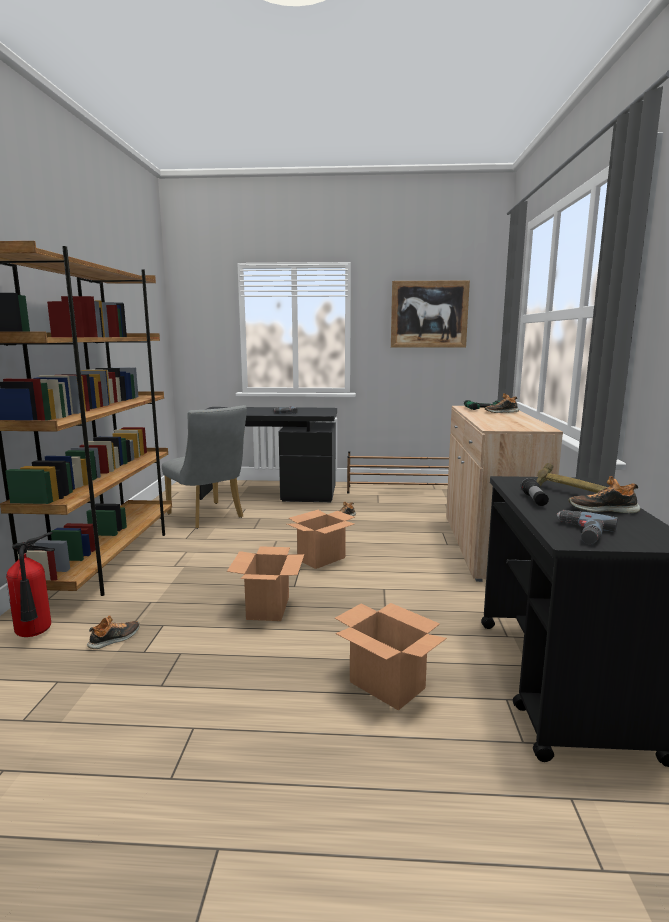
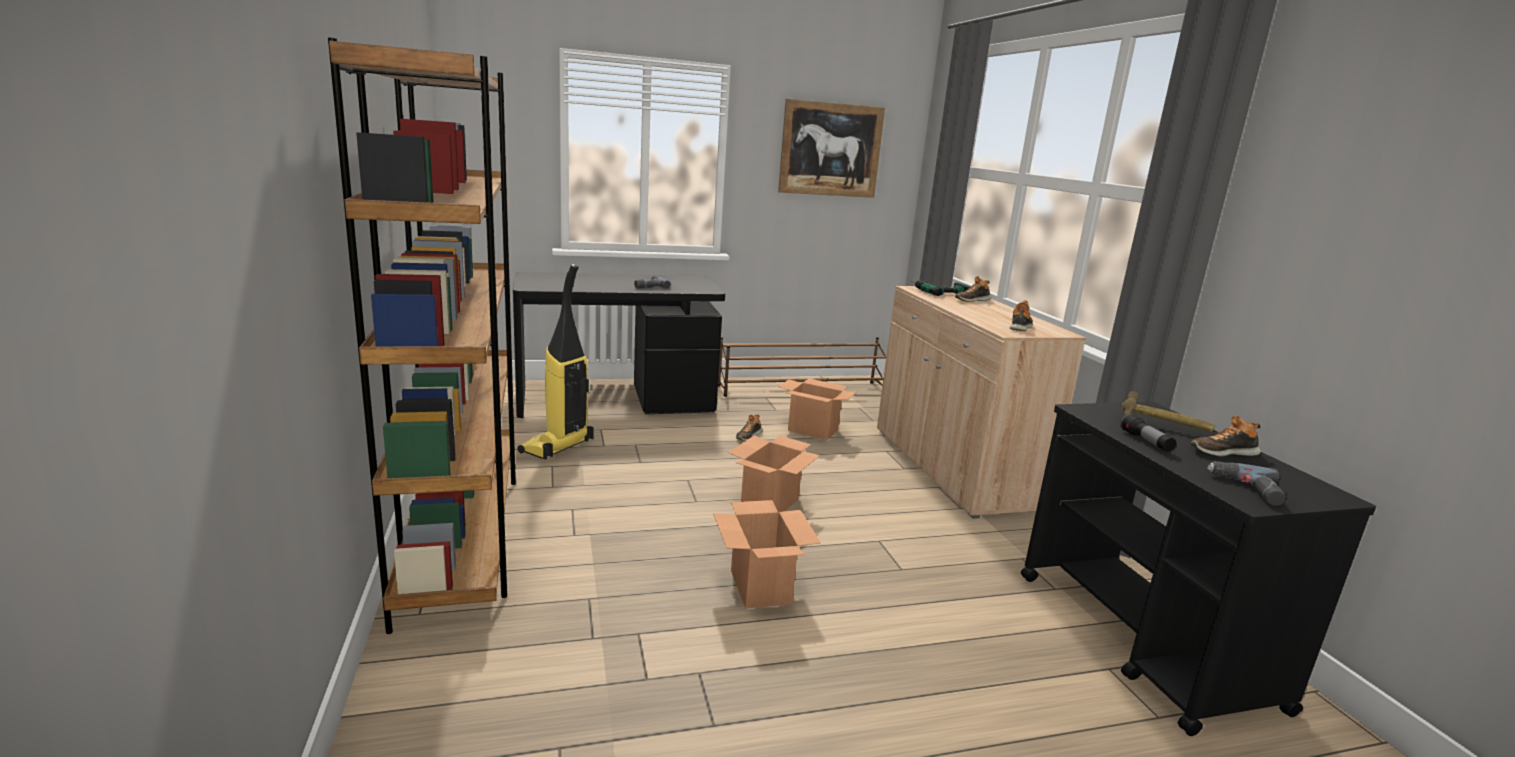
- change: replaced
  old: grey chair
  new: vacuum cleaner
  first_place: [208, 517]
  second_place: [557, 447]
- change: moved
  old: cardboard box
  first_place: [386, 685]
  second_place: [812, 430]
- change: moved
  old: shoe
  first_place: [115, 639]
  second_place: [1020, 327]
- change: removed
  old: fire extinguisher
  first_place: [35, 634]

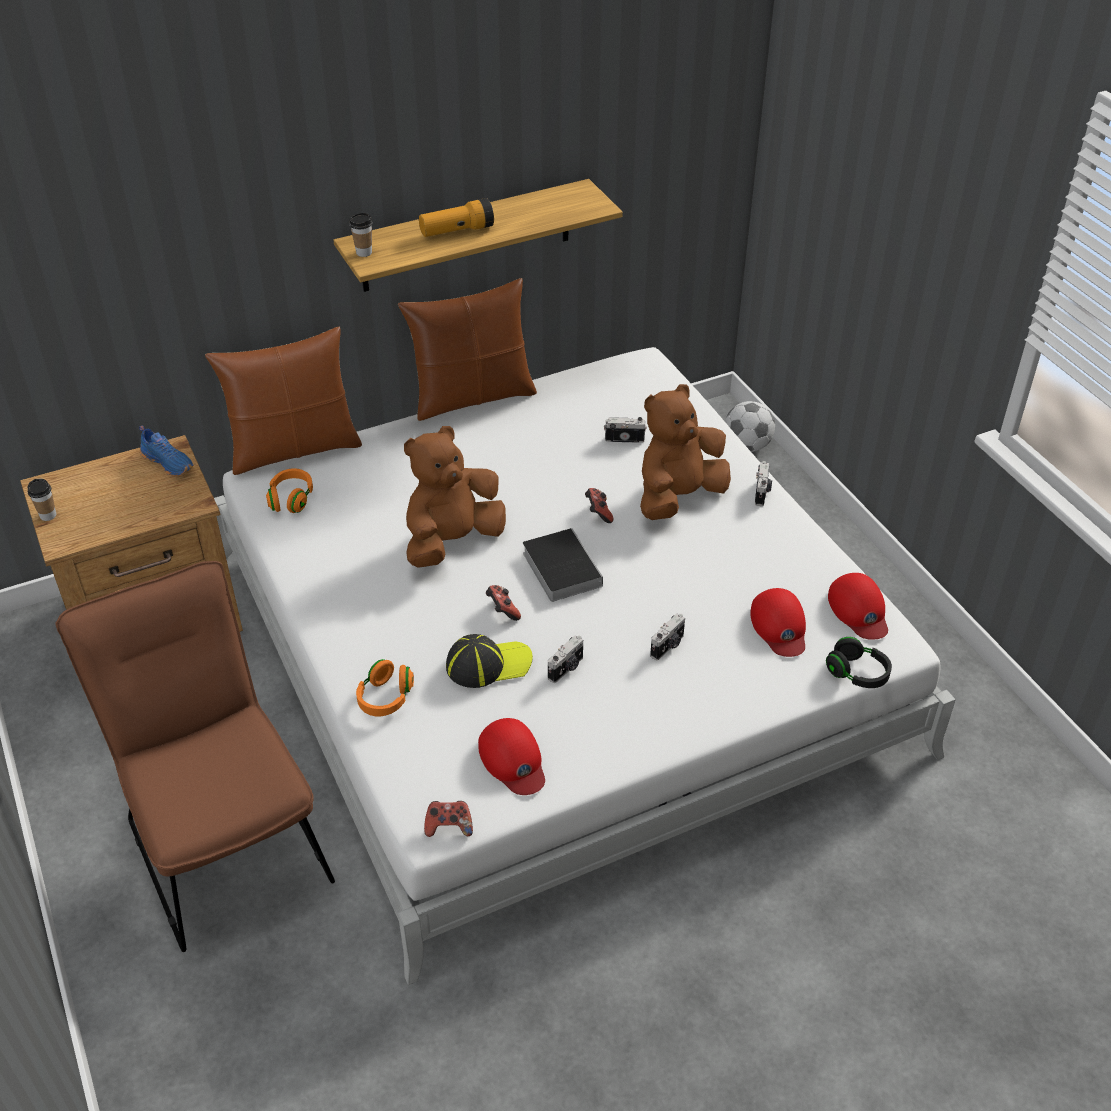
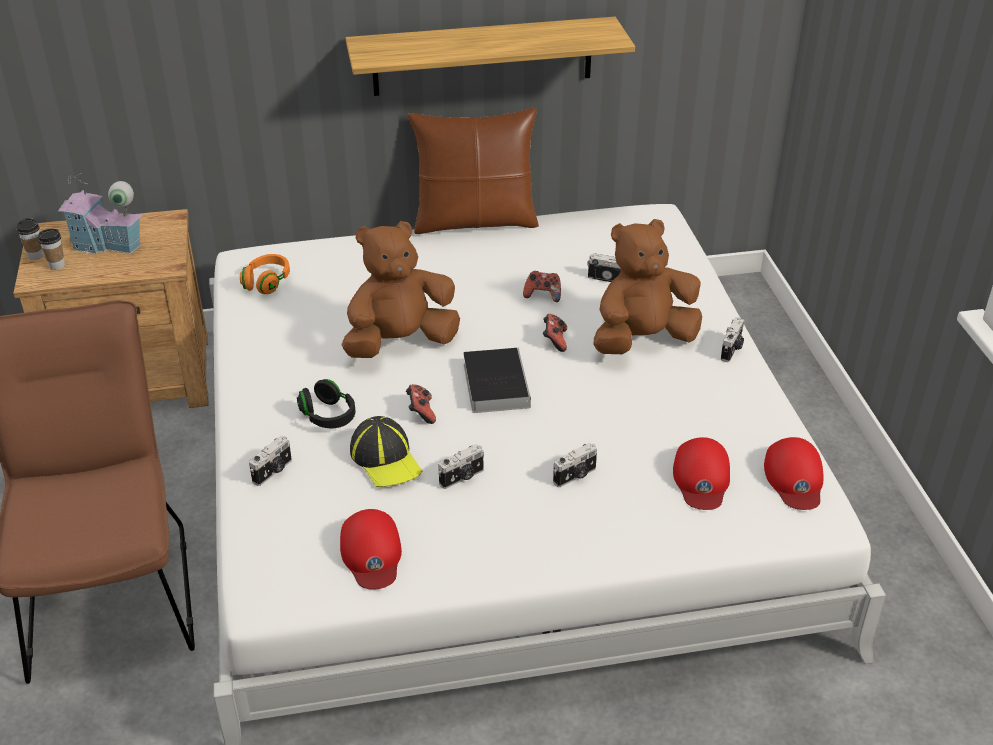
- change: moved
  old: cup
  first_place: [364, 252]
  second_place: [57, 265]
- change: added
  new: toy house
  second_place: [106, 245]
- change: replaced
  old: orange headphones
  new: photo camera
  first_place: [385, 698]
  second_place: [273, 471]
- change: moved
  old: black headphones
  first_place: [857, 673]
  second_place: [328, 416]
- change: turned
  old: cap
  first_place: [488, 664]
  second_place: [386, 459]
  degrees: 60
- change: moved
  old: game controller
  first_place: [449, 826]
  second_place: [543, 295]
- change: removed
  old: blue shoe
  first_place: [169, 462]
- change: removed
  old: brown pillow
  first_place: [294, 449]
- change: removed
  old: flashlight
  first_place: [457, 231]
- change: removed
  old: football
  first_place: [747, 446]

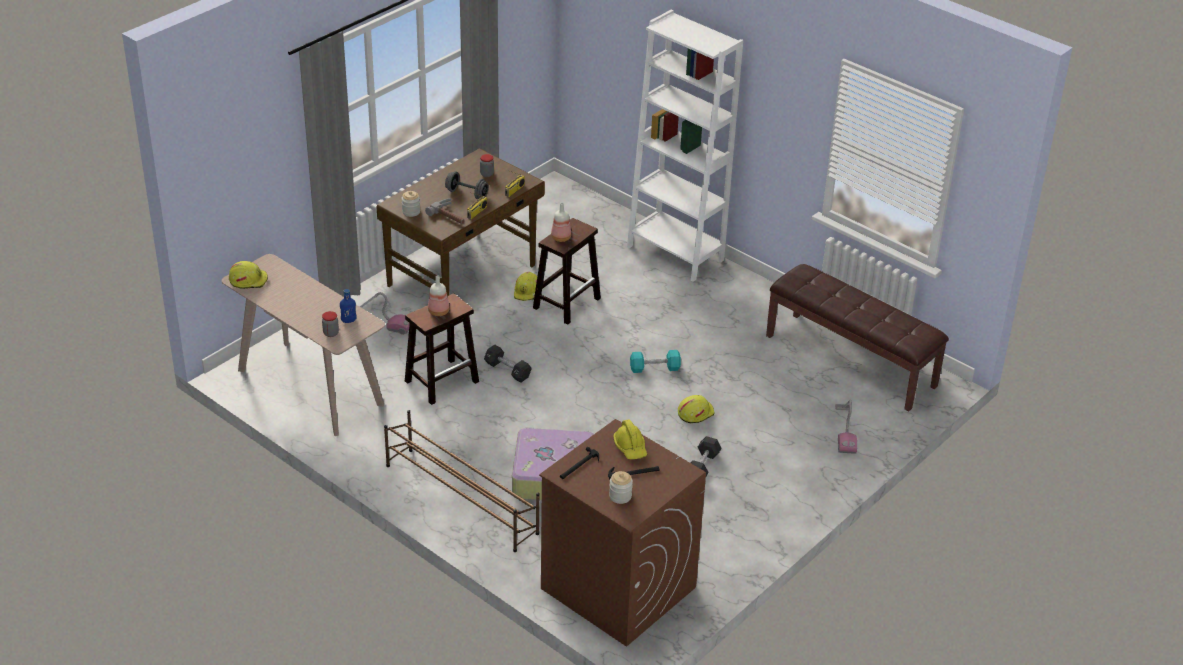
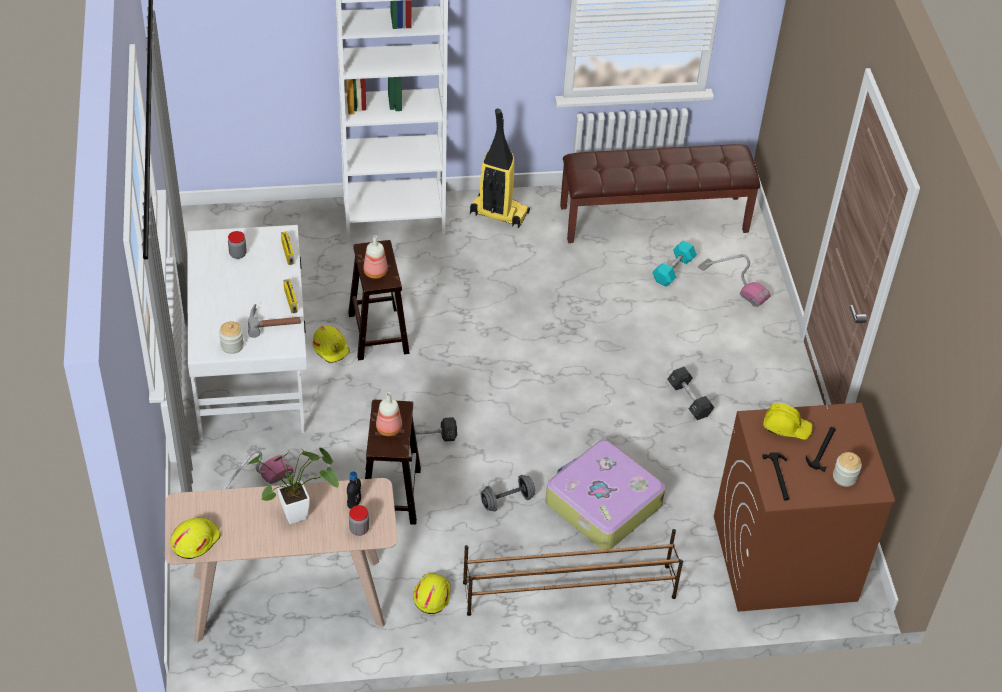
- change: recoloured
  old: brown desk
  new: white desk
  first_place: [463, 276]
  second_place: [252, 375]
- change: added
  new: potted plant
  second_place: [301, 514]
- change: recoloured
  old: blue bottle
  new: black bottle
  first_place: [348, 321]
  second_place: [354, 503]
- change: moved
  old: yellow hard hat
  first_place: [695, 413]
  second_place: [431, 595]
- change: added
  new: vacuum cleaner
  second_place: [498, 213]
- change: moved
  old: grey dumbbell
  first_place: [467, 194]
  second_place: [507, 500]
- change: moved
  old: turquoise dumbbell
  first_place: [654, 368]
  second_place: [673, 270]

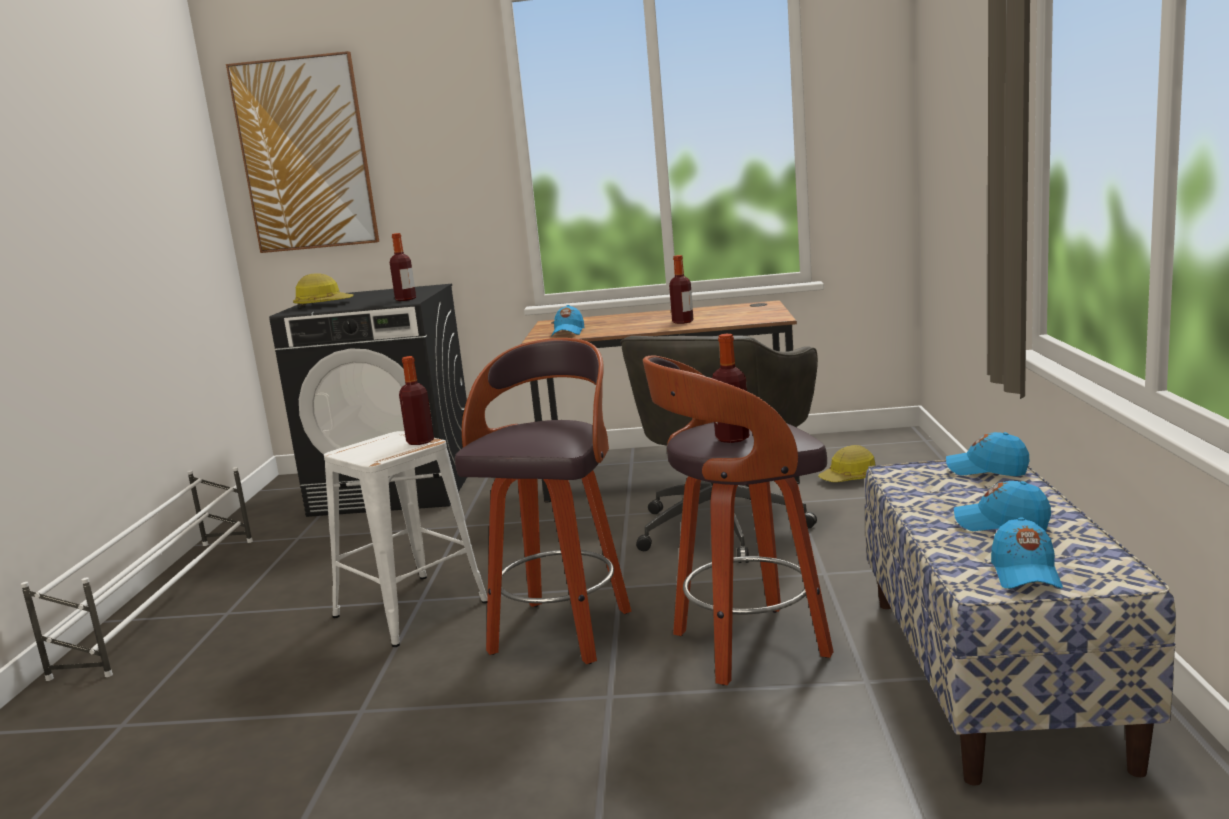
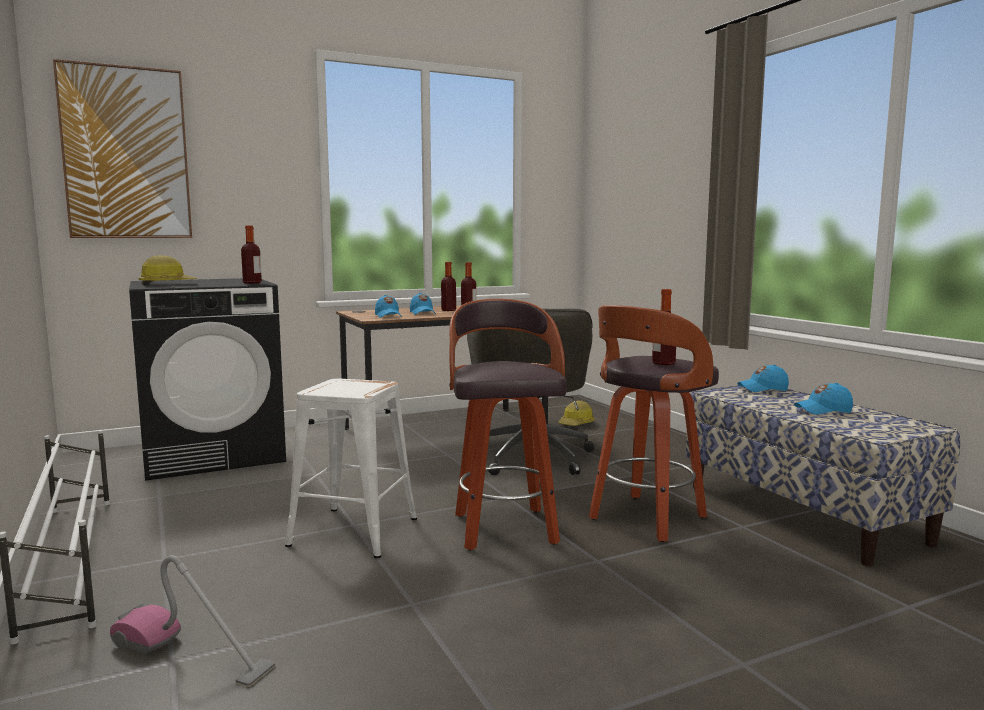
- change: added
  new: vacuum cleaner
  second_place: [191, 655]
- change: moved
  old: blue cap
  first_place: [1025, 574]
  second_place: [422, 313]
- change: moved
  old: bottle
  first_place: [420, 441]
  second_place: [448, 310]

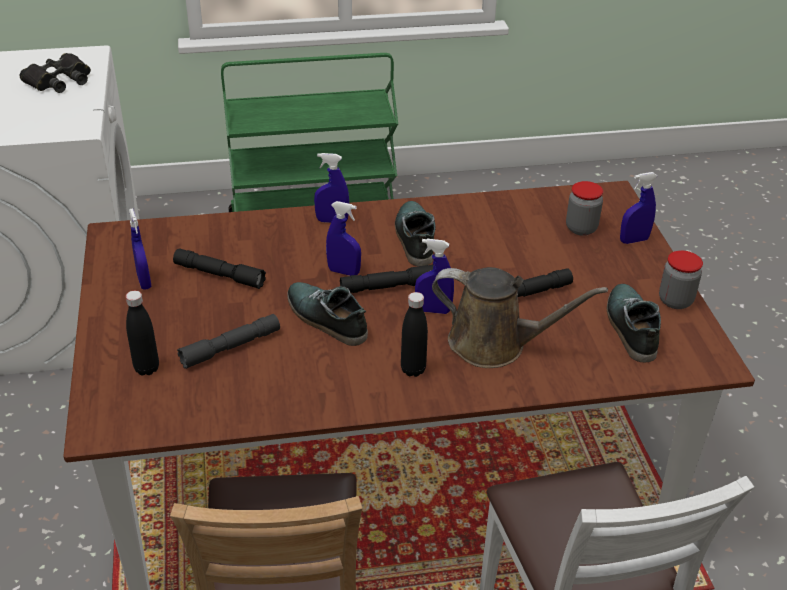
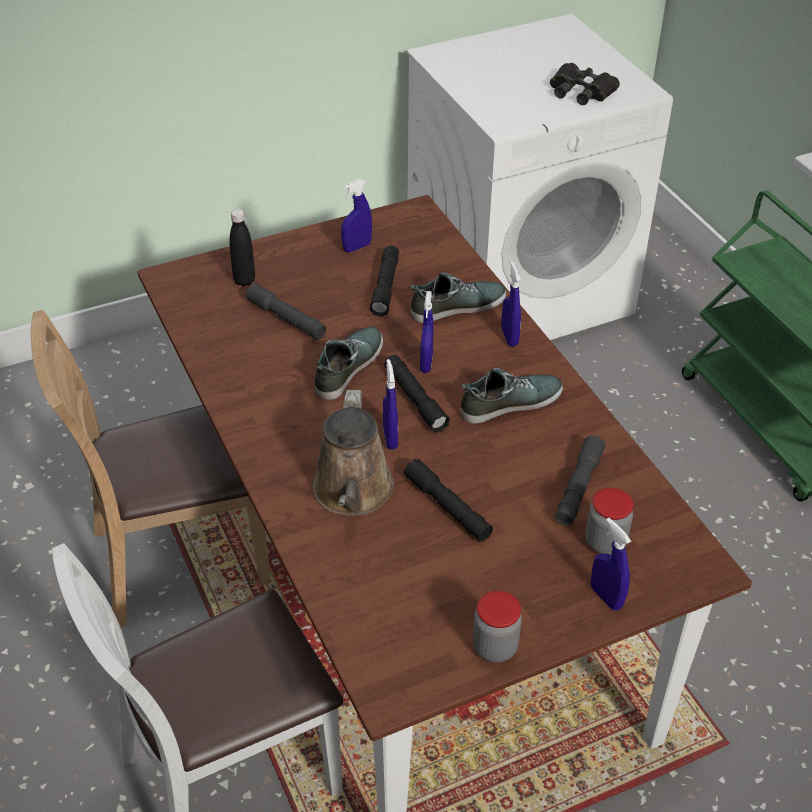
- change: moved
  old: shoe
  first_place: [630, 327]
  second_place: [457, 306]
- change: added
  new: grey flashlight
  second_place: [578, 487]
- change: removed
  old: black bottle
  first_place: [413, 370]

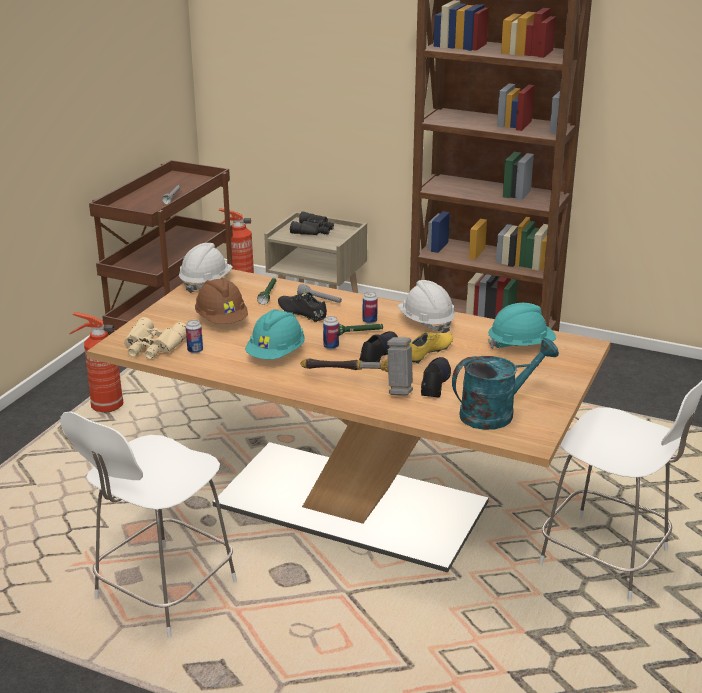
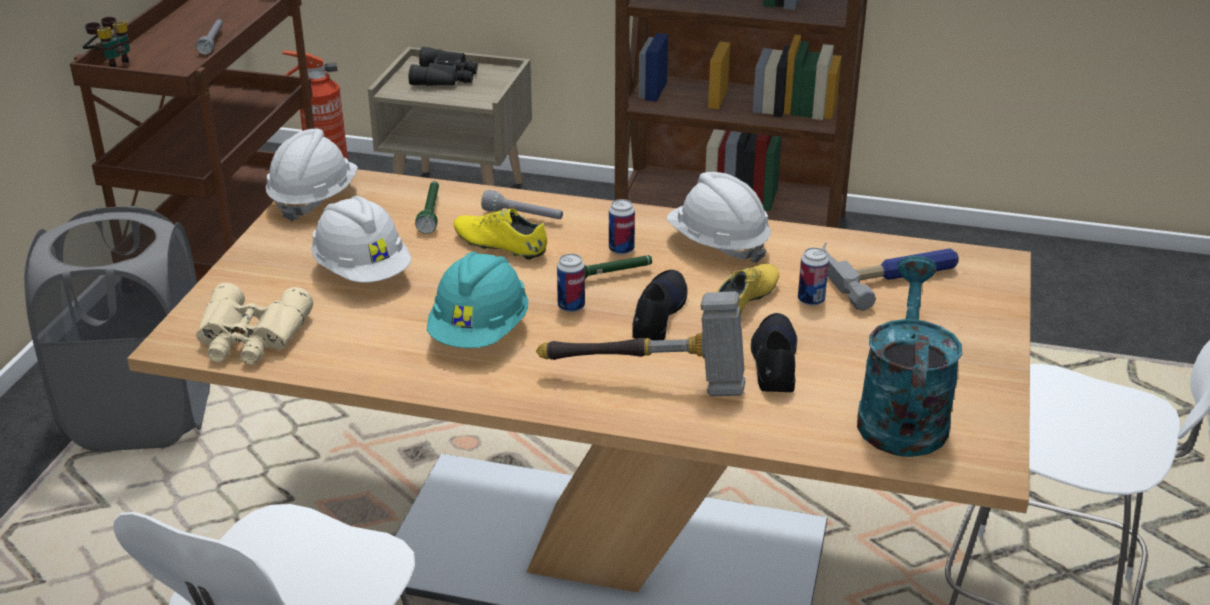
- change: replaced
  old: fire extinguisher
  new: grey laundry basket
  first_place: [105, 407]
  second_place: [142, 415]
- change: added
  new: binoculars
  second_place: [112, 62]
- change: recoloured
  old: brown hard hat
  new: white hard hat
  first_place: [222, 320]
  second_place: [362, 272]
- change: recoloured
  old: black shoe
  new: yellow shoe
  first_place: [302, 314]
  second_place: [500, 245]
- change: moved
  old: can
  first_place: [195, 350]
  second_place: [811, 300]
- change: replaced
  old: turquoise hard hat
  new: hammer
  first_place: [521, 346]
  second_place: [891, 275]
- change: turned
  old: turquoise watering can
  first_place: [496, 413]
  second_place: [901, 413]
  degrees: -45

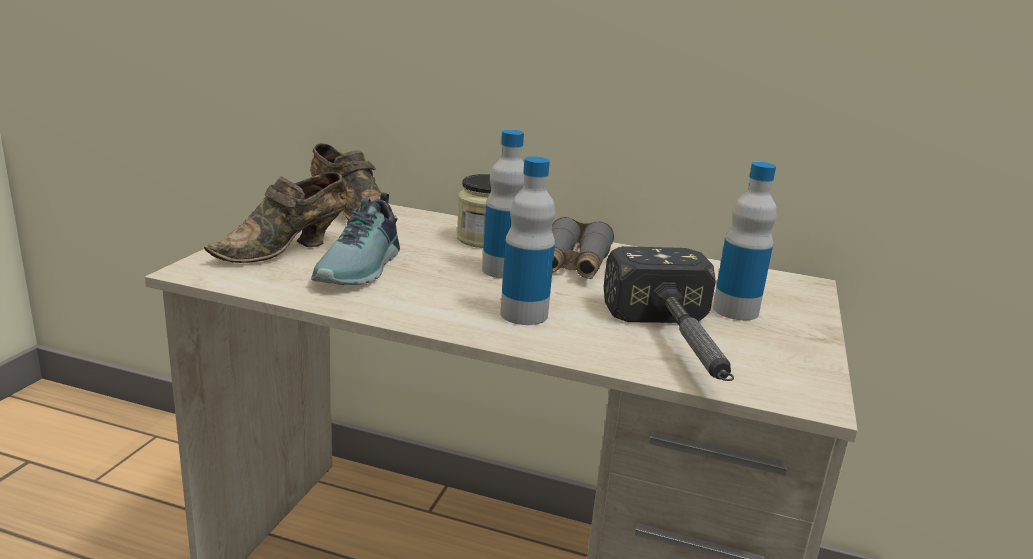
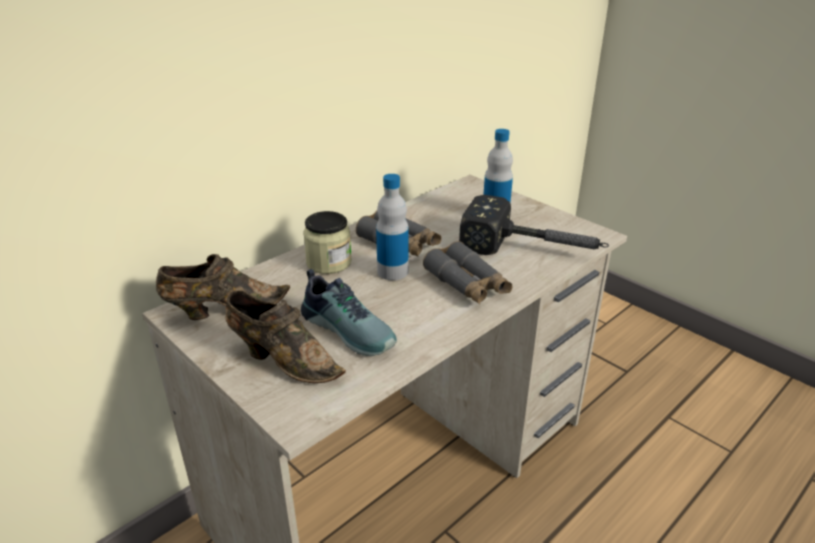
- change: turned
  old: brown shoe
  first_place: [287, 250]
  second_place: [283, 360]
  degrees: -45
- change: replaced
  old: bottle
  new: grey binoculars
  first_place: [524, 314]
  second_place: [467, 284]

